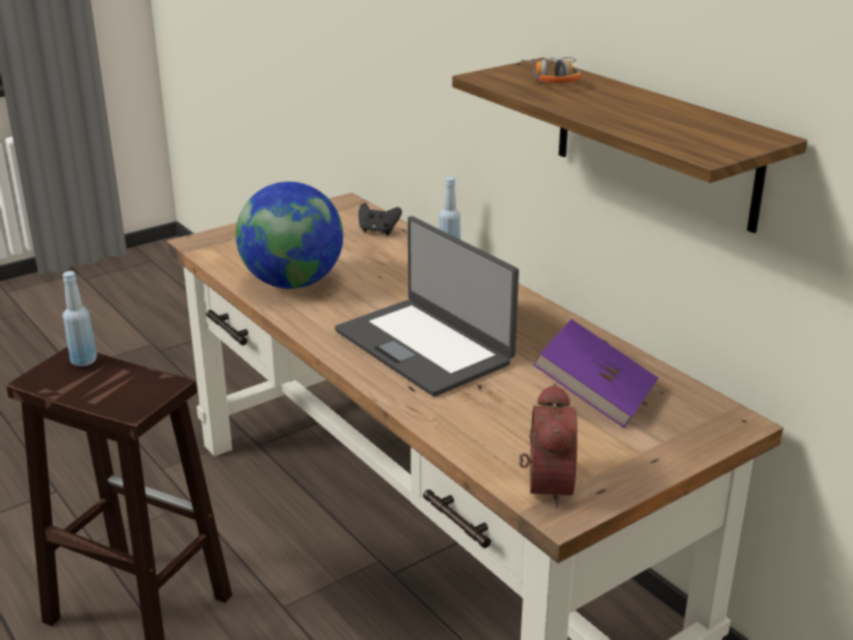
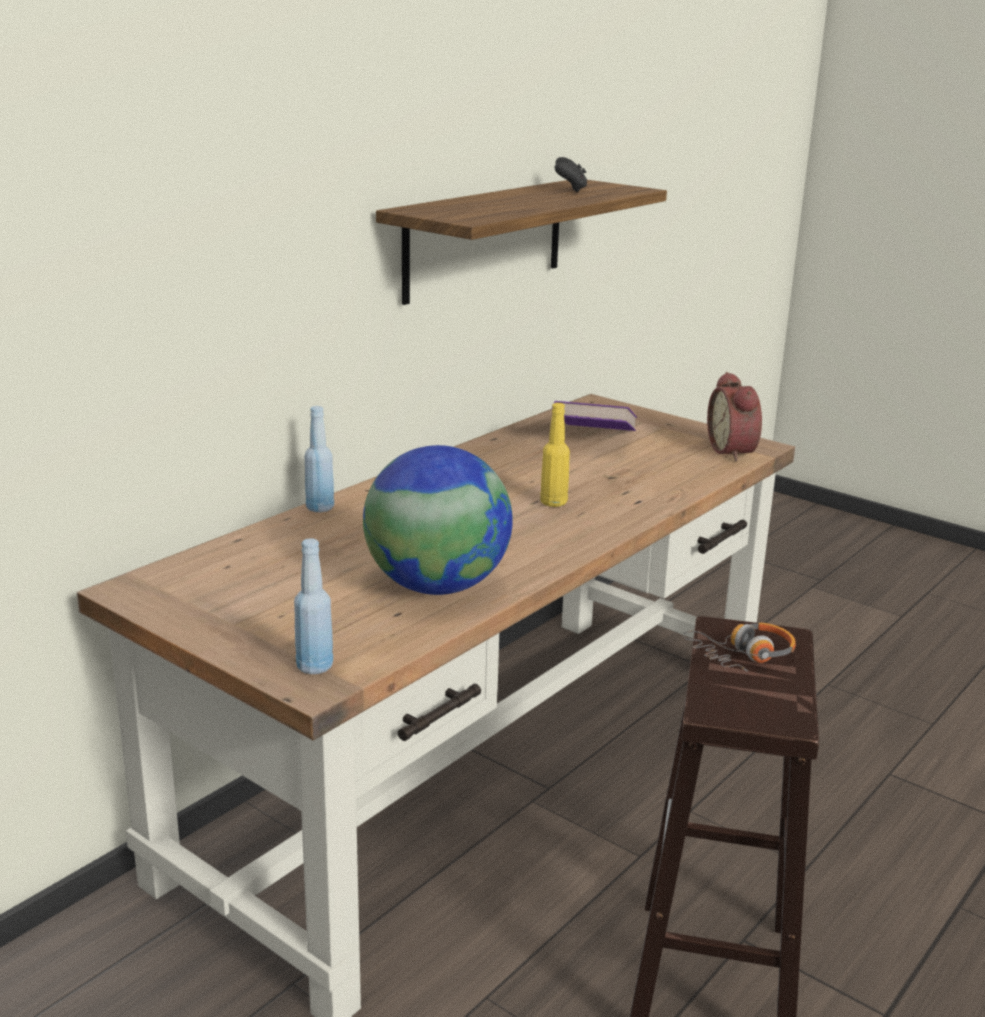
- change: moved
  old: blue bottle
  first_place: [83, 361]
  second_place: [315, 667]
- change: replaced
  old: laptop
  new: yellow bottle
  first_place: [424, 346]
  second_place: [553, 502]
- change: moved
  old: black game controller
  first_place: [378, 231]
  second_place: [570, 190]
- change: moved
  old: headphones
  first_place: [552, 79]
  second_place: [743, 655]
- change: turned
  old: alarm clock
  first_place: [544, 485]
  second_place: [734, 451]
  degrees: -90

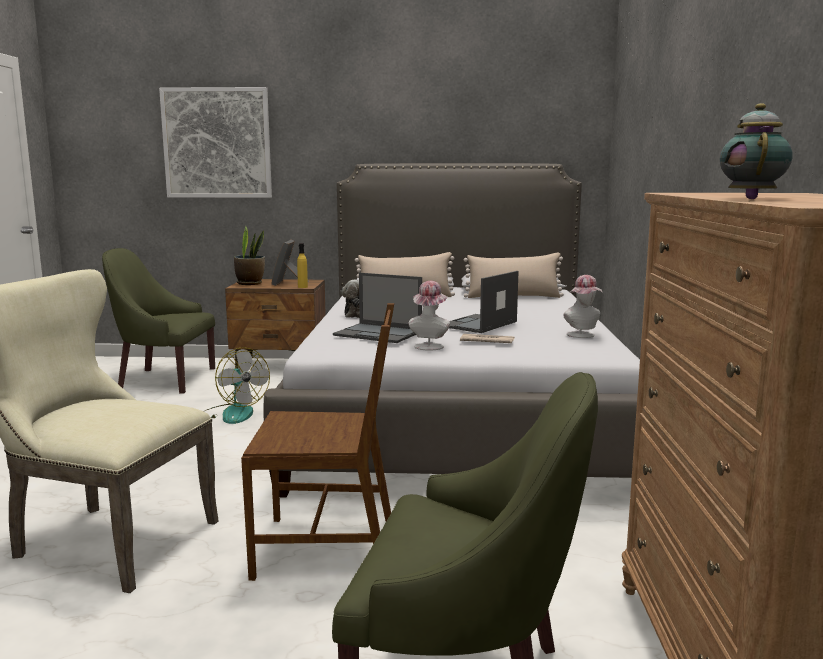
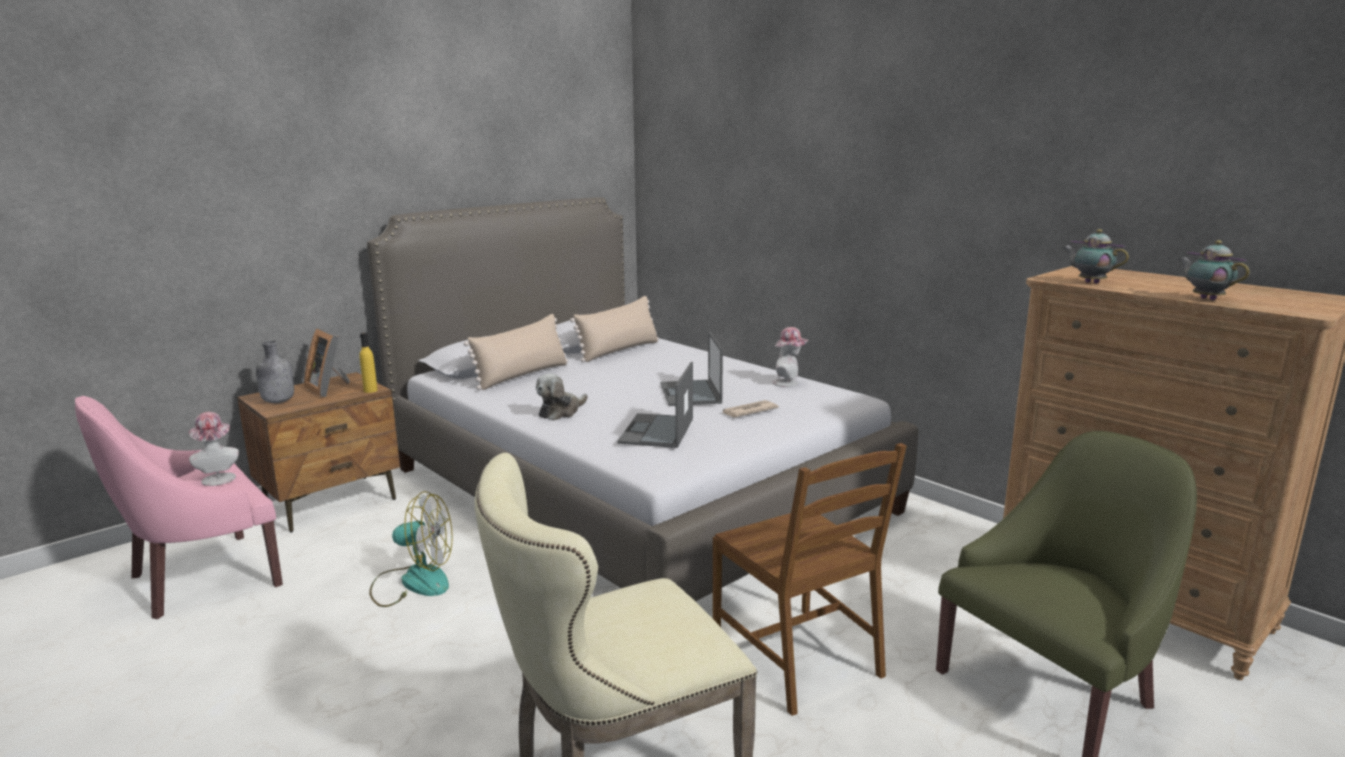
- change: recoloured
  old: green armchair
  new: pink armchair
  first_place: [164, 379]
  second_place: [201, 578]
- change: moved
  old: hat
  first_place: [429, 345]
  second_place: [218, 477]
- change: replaced
  old: potted plant
  new: grey bottle
  first_place: [250, 283]
  second_place: [277, 401]
- change: turned
  old: laptop
  first_place: [379, 333]
  second_place: [657, 431]
  degrees: 120
- change: turned
  old: brown chair
  first_place: [327, 547]
  second_place: [799, 659]
  degrees: 105
- change: added
  new: teapot
  second_place: [1089, 282]
- change: removed
  old: picture
  first_place: [217, 143]

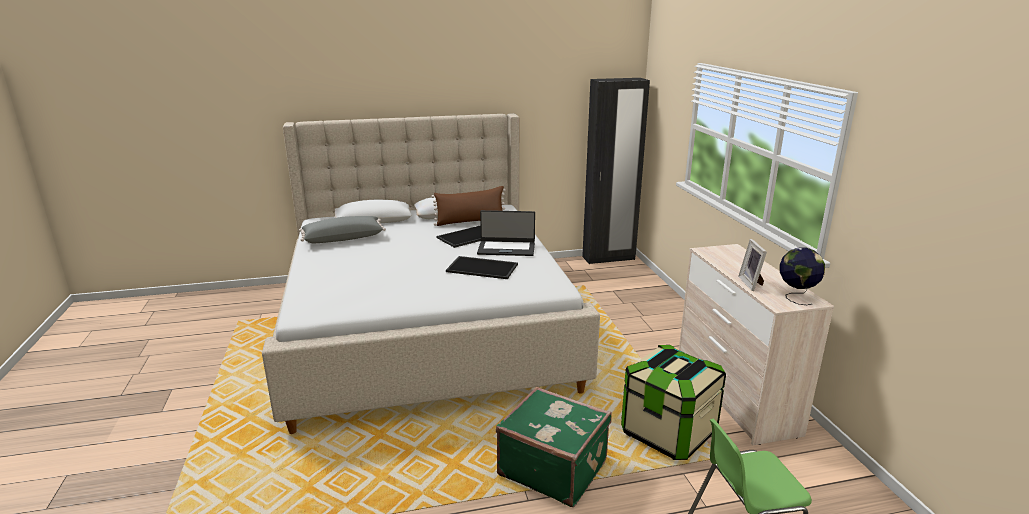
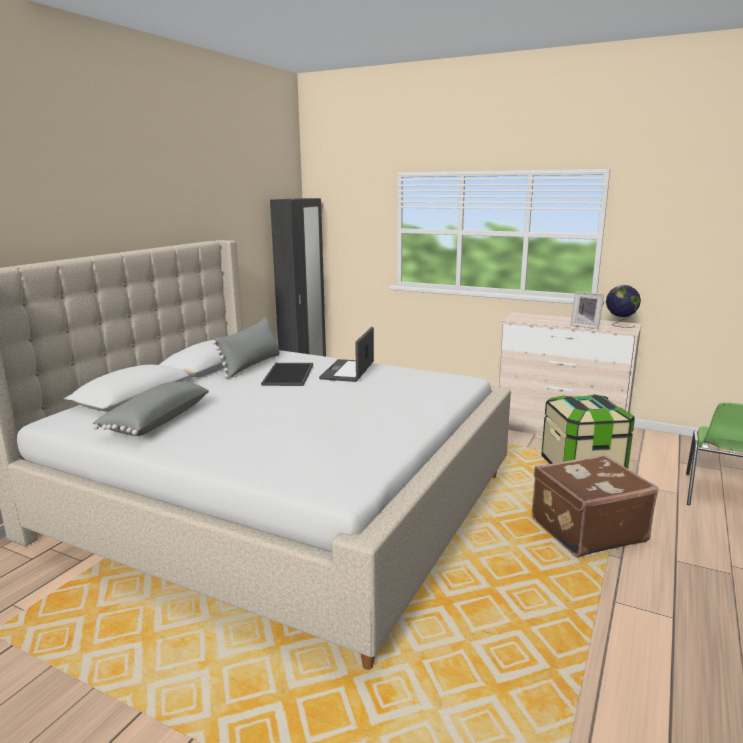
- change: recoloured
  old: brown pillow
  new: grey pillow
  first_place: [471, 221]
  second_place: [251, 365]
- change: turned
  old: laptop
  first_place: [506, 248]
  second_place: [348, 371]
  degrees: 150
- change: recoloured
  old: green suitcase
  new: brown suitcase
  first_place: [553, 467]
  second_place: [586, 529]
- change: removed
  old: tray
  first_place: [483, 268]

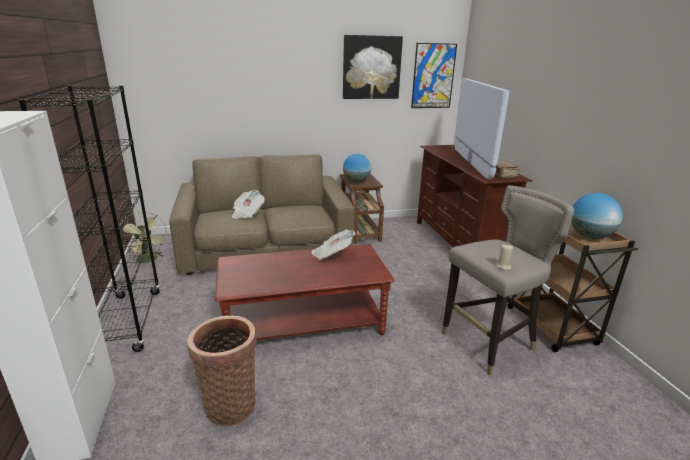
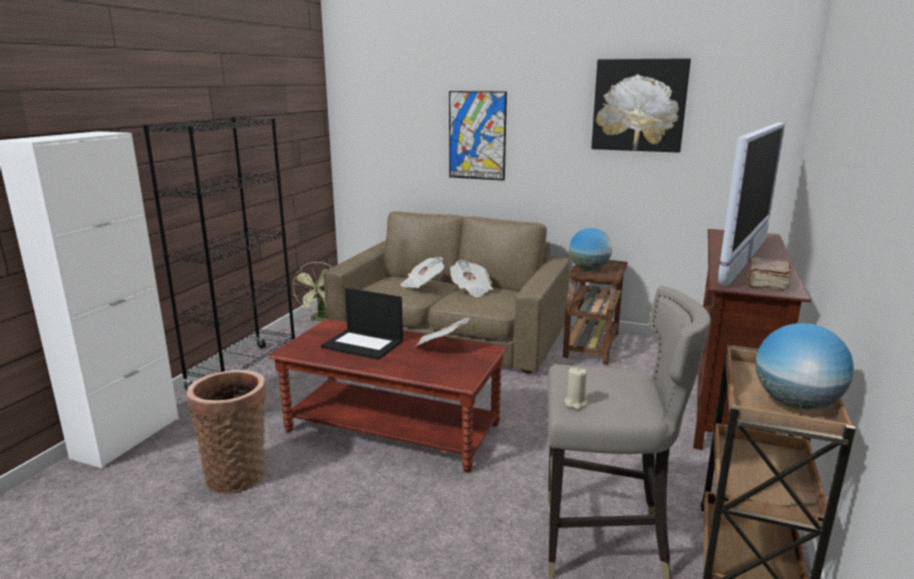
- change: added
  new: laptop
  second_place: [364, 344]
- change: moved
  old: picture
  first_place: [433, 76]
  second_place: [477, 135]
- change: added
  new: newspaper
  second_place: [471, 290]

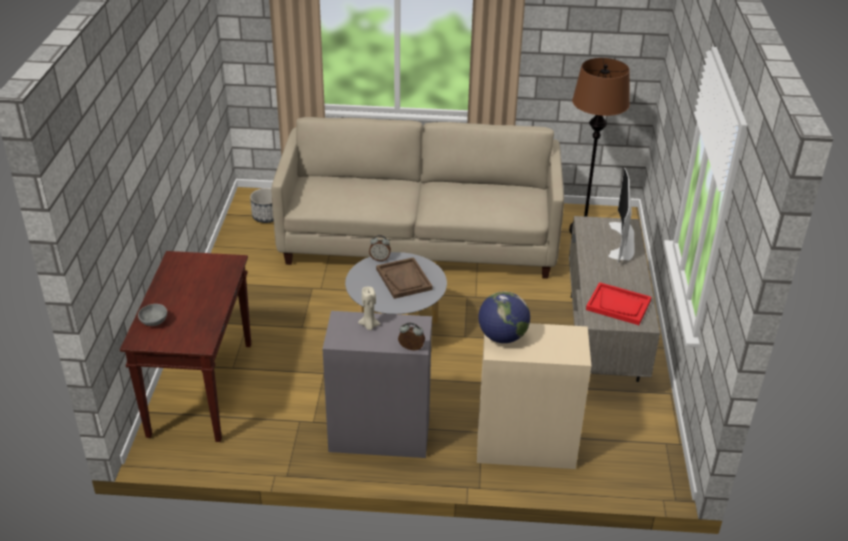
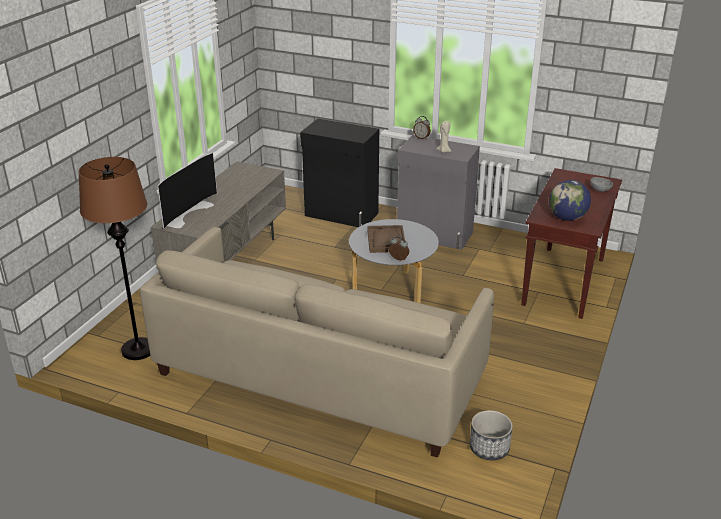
- change: recoloured
  old: beige cabinet
  new: black cabinet
  first_place: [524, 445]
  second_place: [341, 215]
- change: moved
  old: globe
  first_place: [502, 337]
  second_place: [567, 218]
- change: removed
  old: red tray
  first_place: [618, 305]

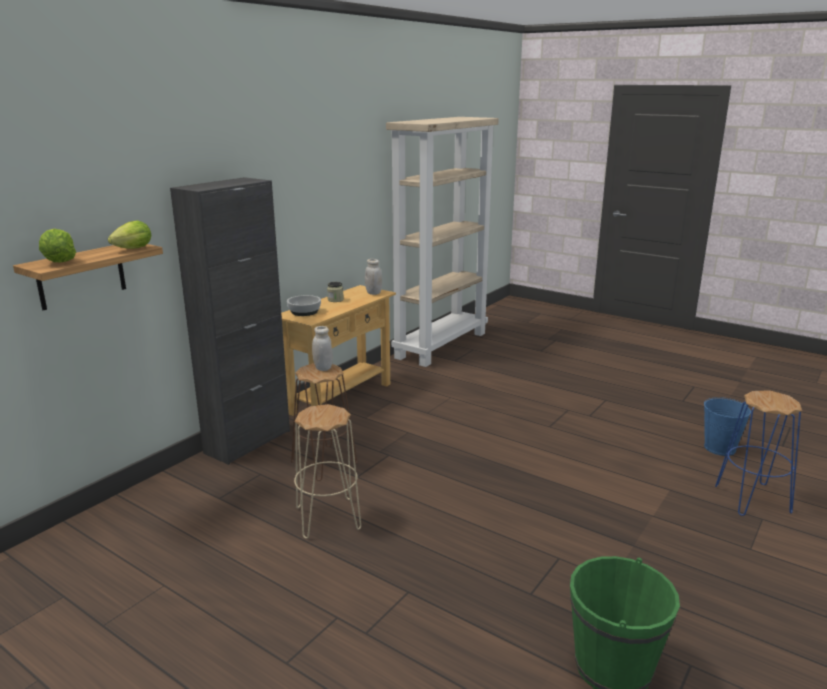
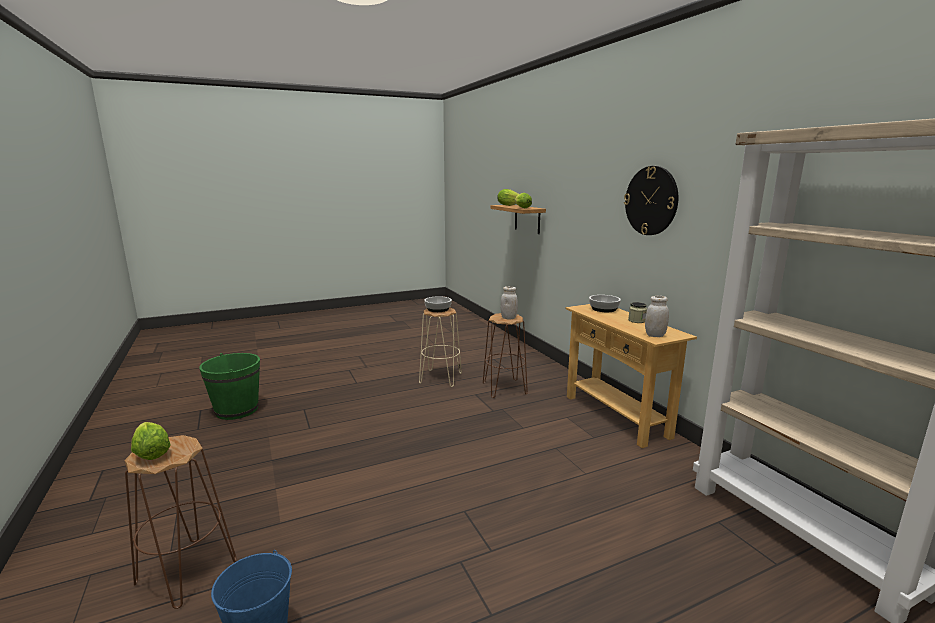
- change: recoloured
  old: blue stool
  new: brown stool
  first_place: [751, 499]
  second_place: [187, 572]
- change: added
  new: lettuce
  second_place: [151, 452]
- change: added
  new: bowl
  second_place: [437, 309]
- change: added
  new: wall clock
  second_place: [651, 201]
- change: removed
  old: black cabinet
  first_place: [247, 442]

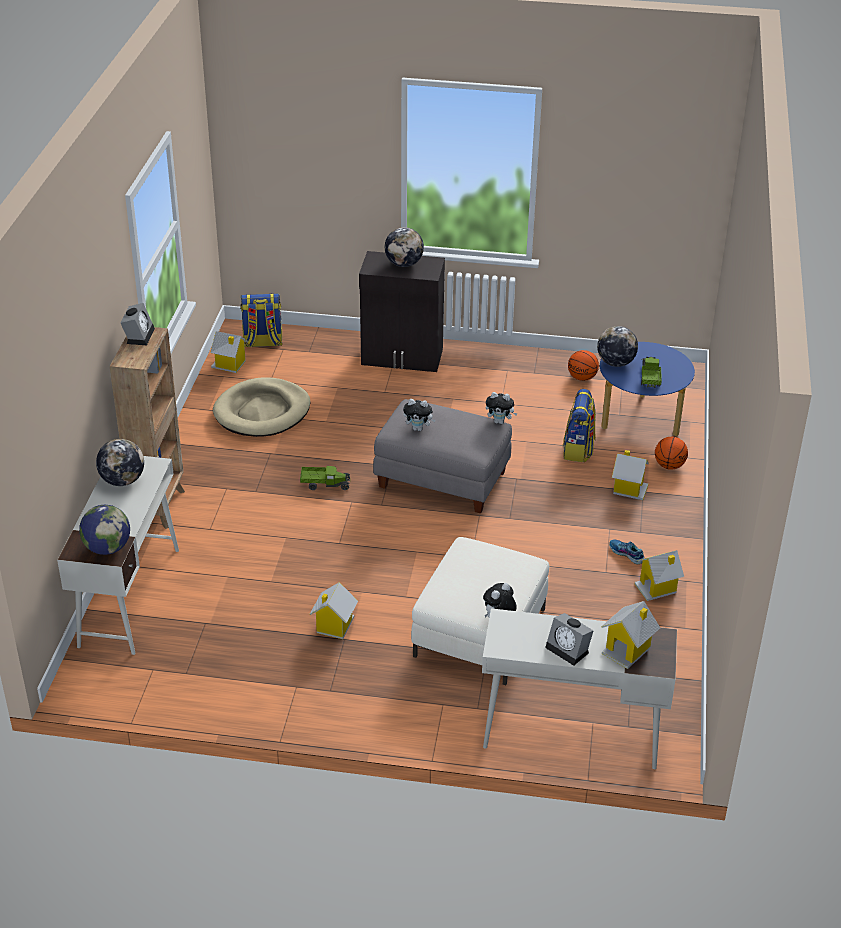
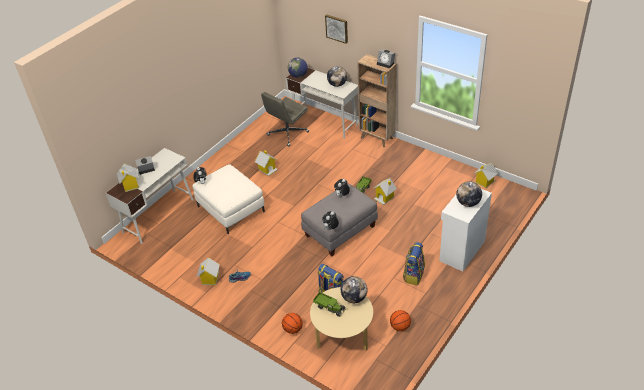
- change: added
  new: grey office chair
  second_place: [287, 134]
- change: recoloured
  old: blue coffee table
  new: beige coffee table
  first_place: [640, 419]
  second_place: [343, 337]
- change: added
  new: picture
  second_place: [337, 28]
- change: moved
  old: toy house
  first_place: [628, 489]
  second_place: [384, 198]
- change: moved
  old: backpack
  first_place: [262, 343]
  second_place: [413, 275]
- change: recoloured
  old: black cabinet
  new: white cabinet
  first_place: [402, 358]
  second_place: [461, 250]
- change: removed
  old: beige dog bed
  first_place: [262, 412]

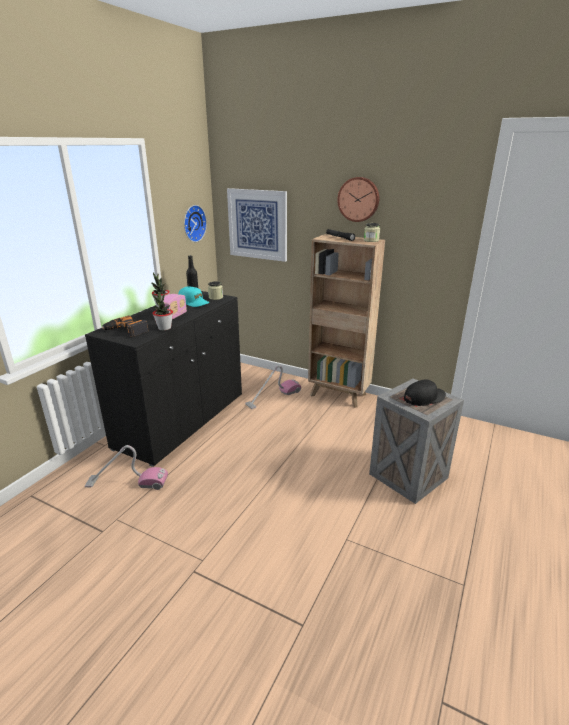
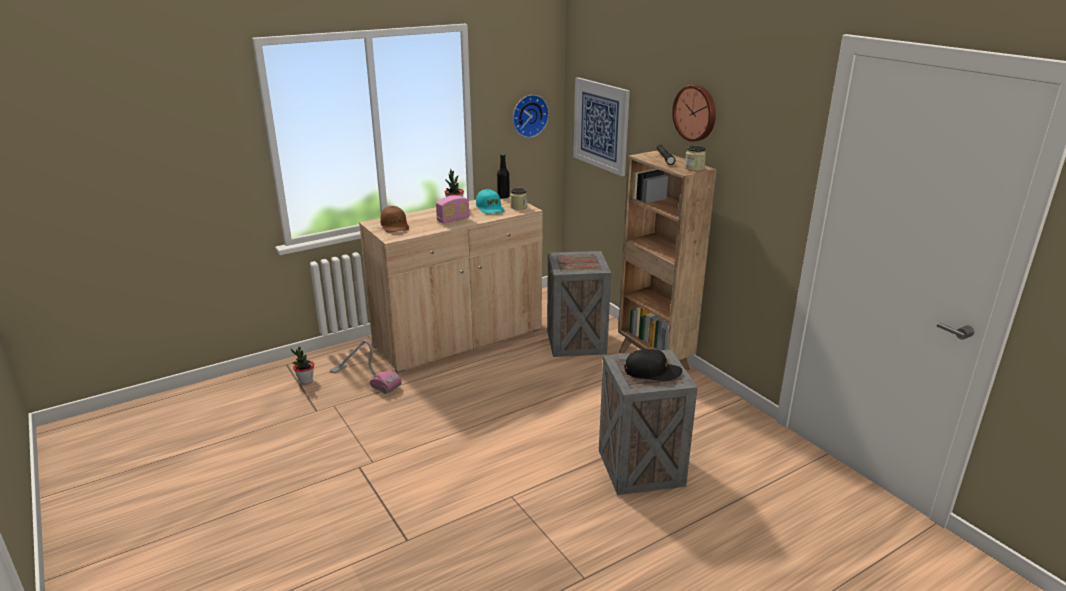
- change: moved
  old: potted plant
  first_place: [164, 328]
  second_place: [305, 380]
- change: recoloured
  old: black cabinet
  new: beige cabinet
  first_place: [182, 420]
  second_place: [459, 338]
- change: replaced
  old: power drill
  new: brown cap
  first_place: [126, 331]
  second_place: [395, 226]
- change: replaced
  old: vacuum cleaner
  new: crate
  first_place: [273, 397]
  second_place: [575, 341]

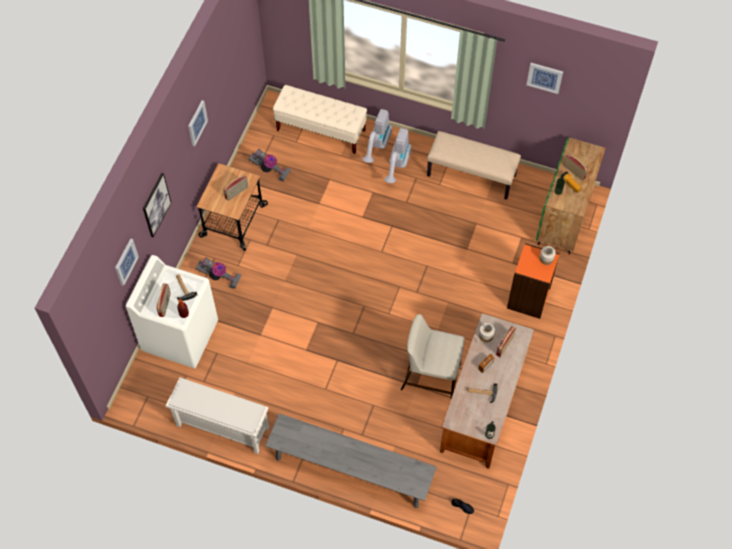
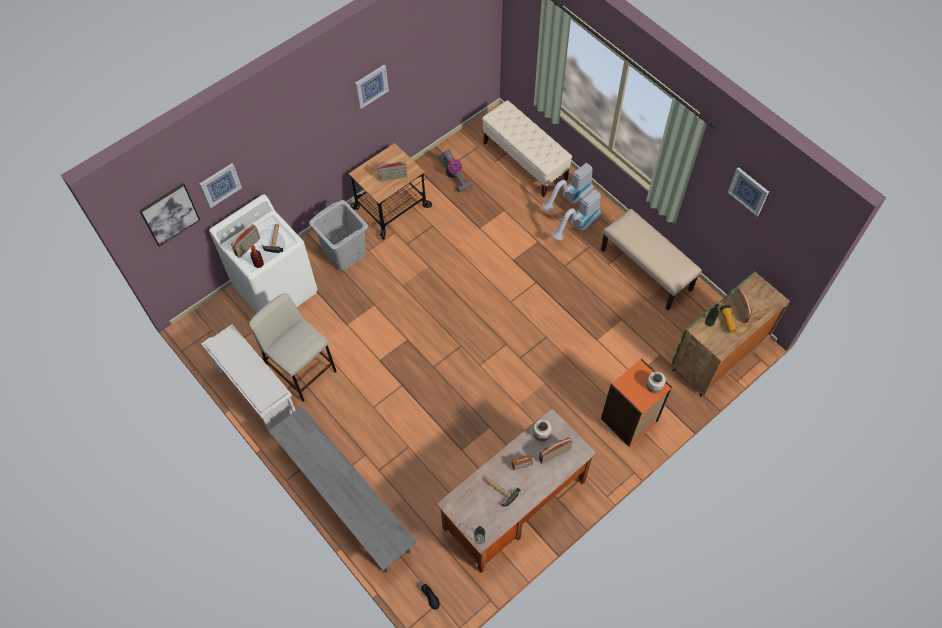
- change: moved
  old: picture
  first_place: [156, 205]
  second_place: [169, 214]
- change: moved
  old: beige stool
  first_place: [432, 376]
  second_place: [301, 369]
- change: replaced
  old: vacuum cleaner
  new: grey laundry basket
  first_place: [219, 277]
  second_place: [345, 253]

